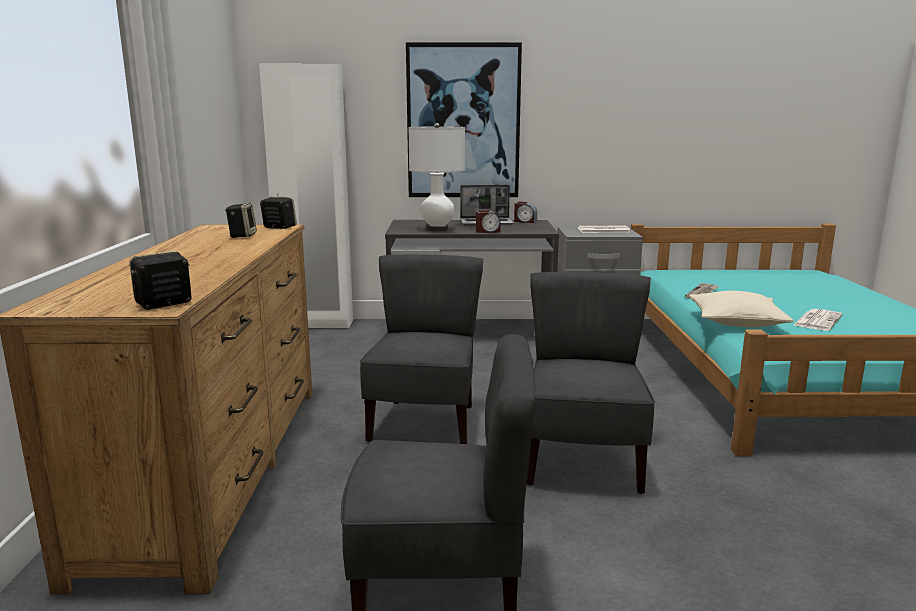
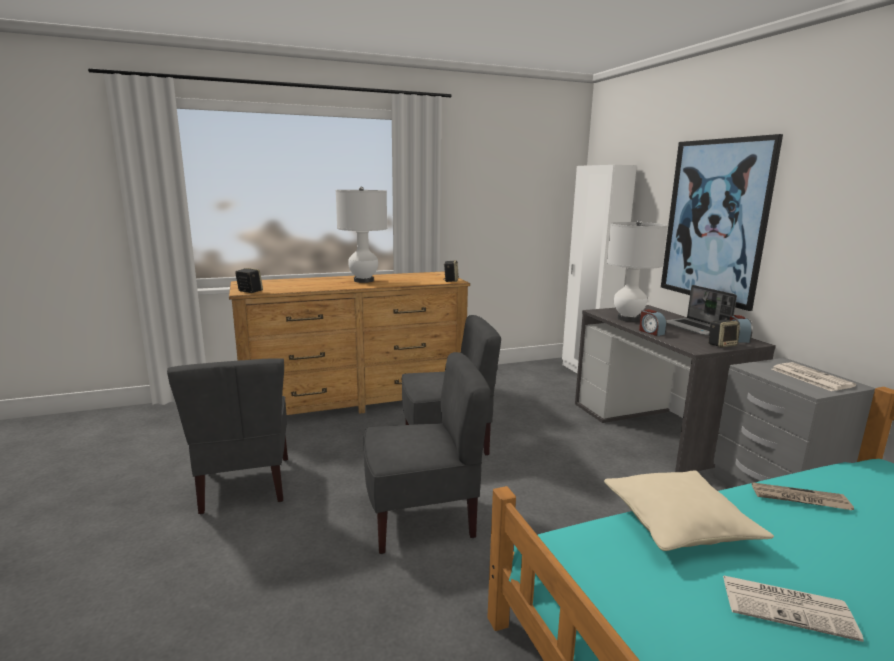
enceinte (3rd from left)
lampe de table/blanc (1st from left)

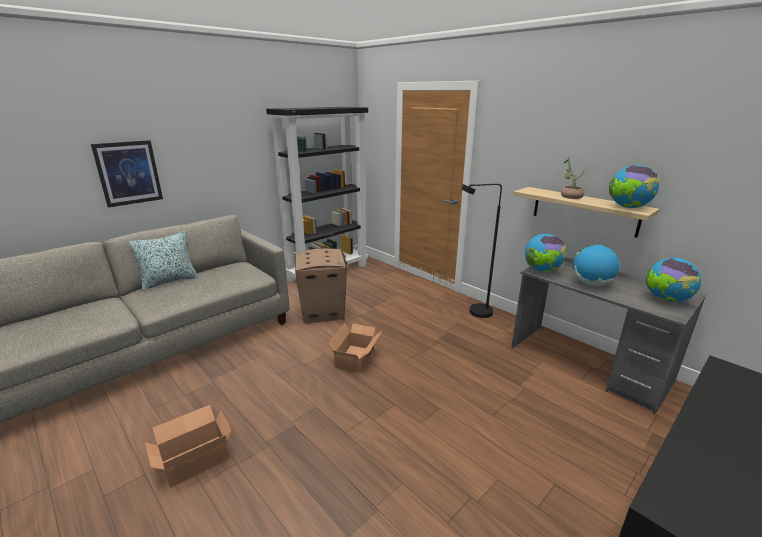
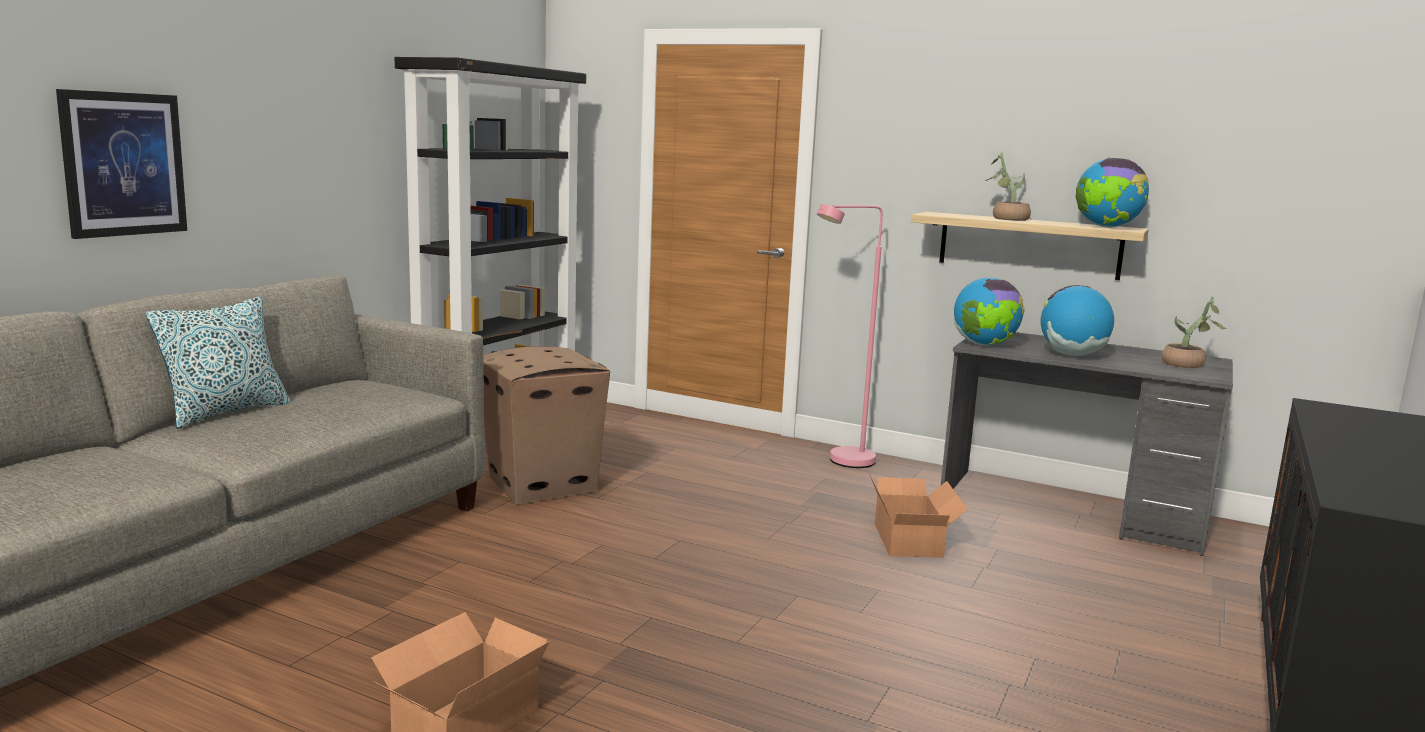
lampadaire/rose
plante en pot (2nd from left)
carton (3rd from left)

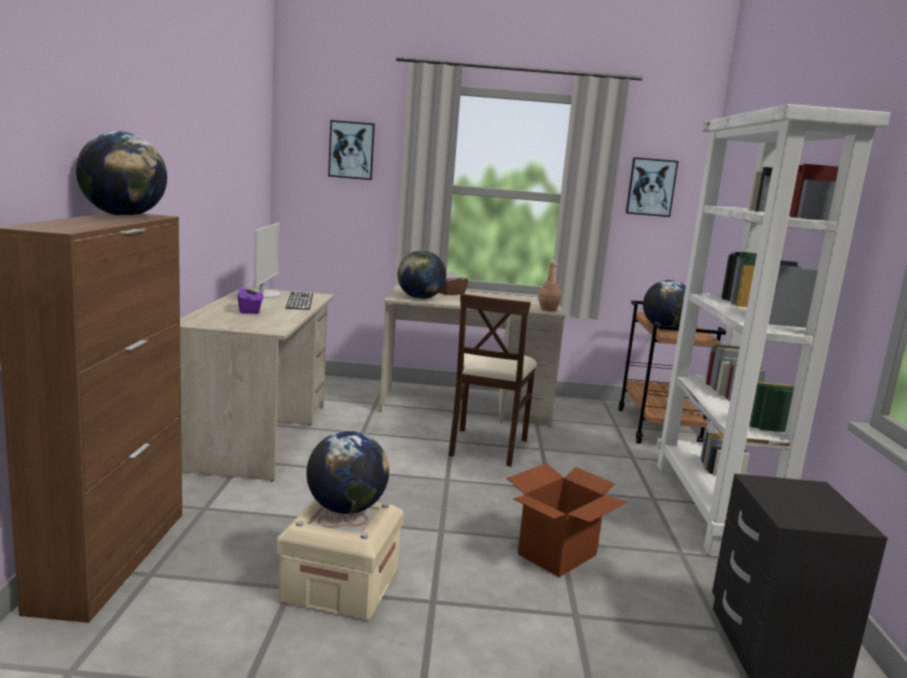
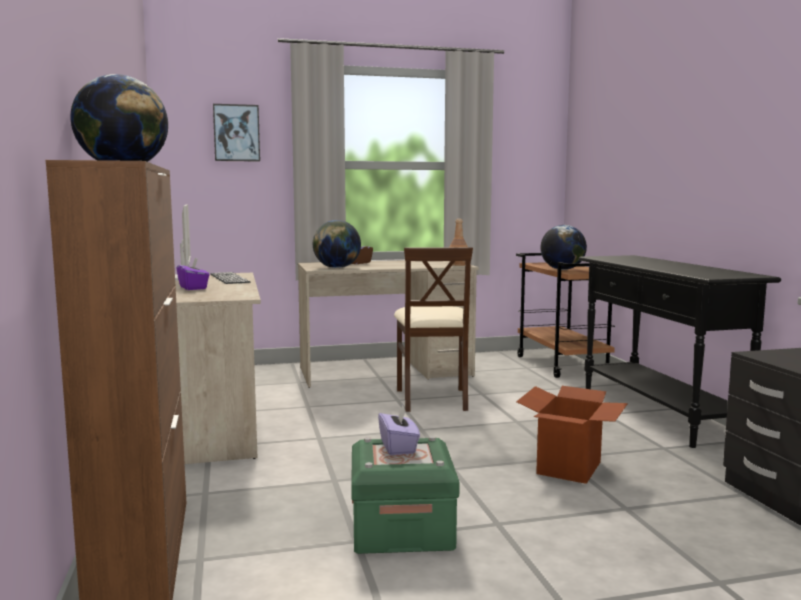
table console/noir
tableau (2nd from left in the first image)
boîte à mouchoirs/violet (2nd from left)
boîte de rangement/vert

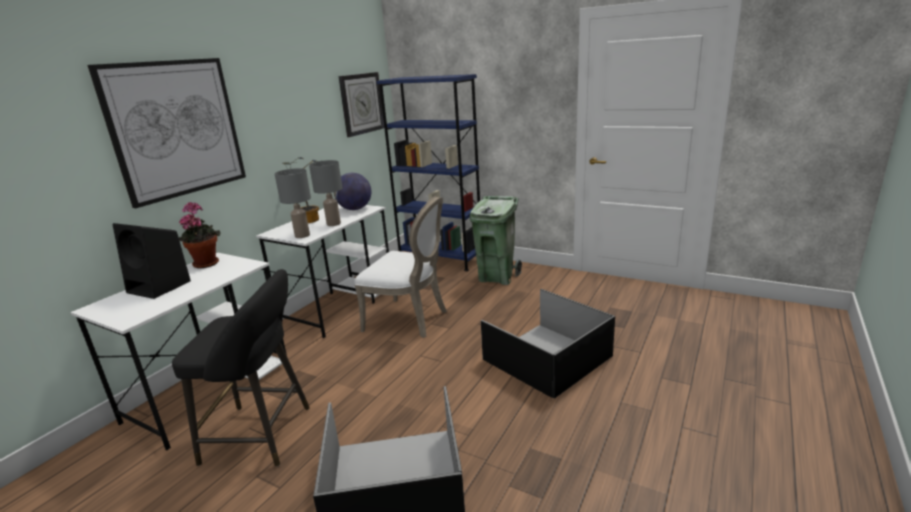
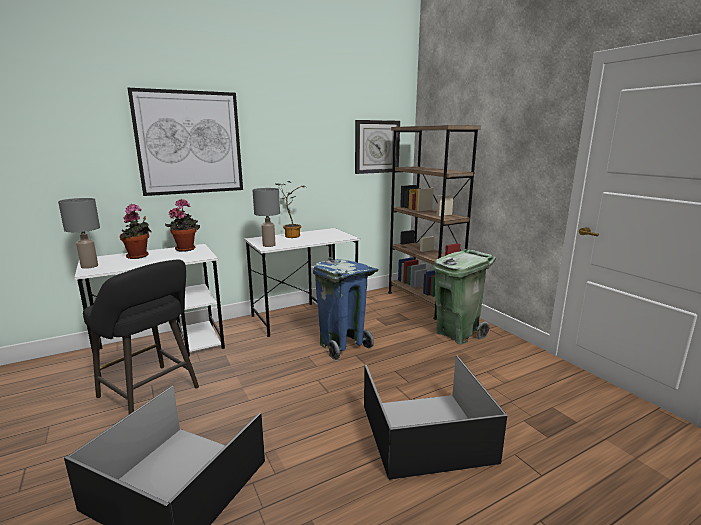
bibliothèque/marron
lampe de table/gris (1st from left)
globe
poubelle/bleu
plante en pot (1st from left)

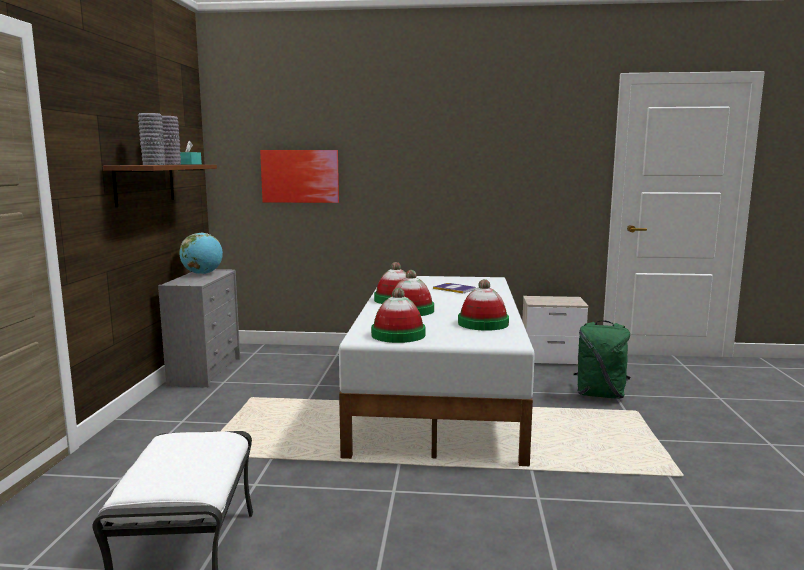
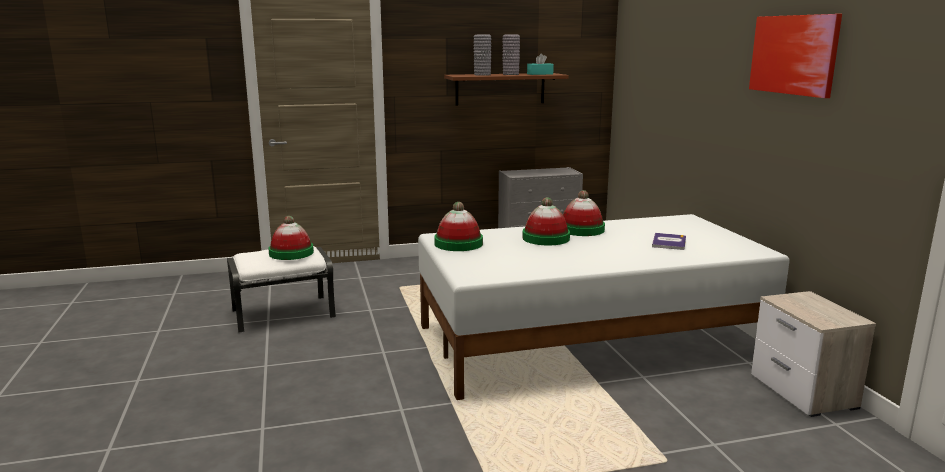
tableau
globe
chapeau (1st from left)
sac à dos/vert

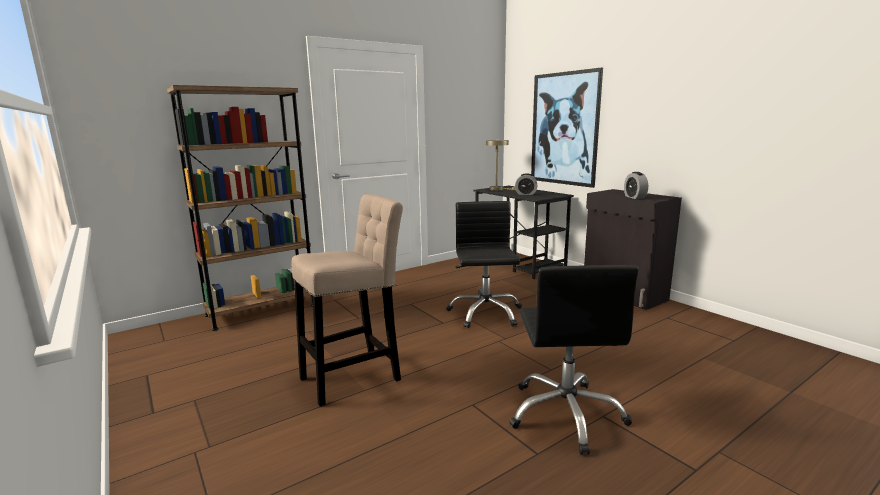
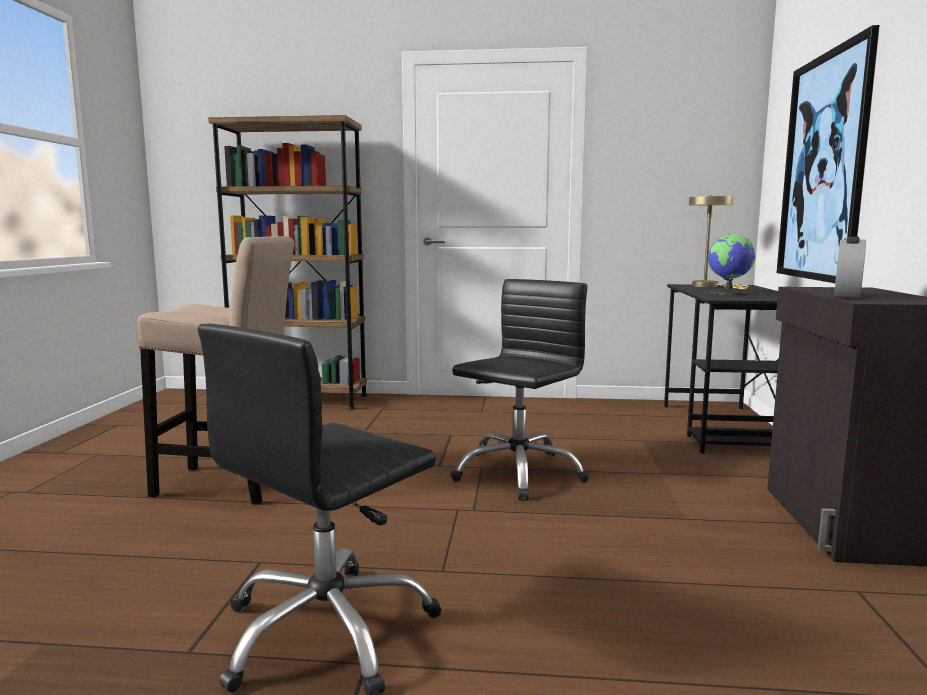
globe

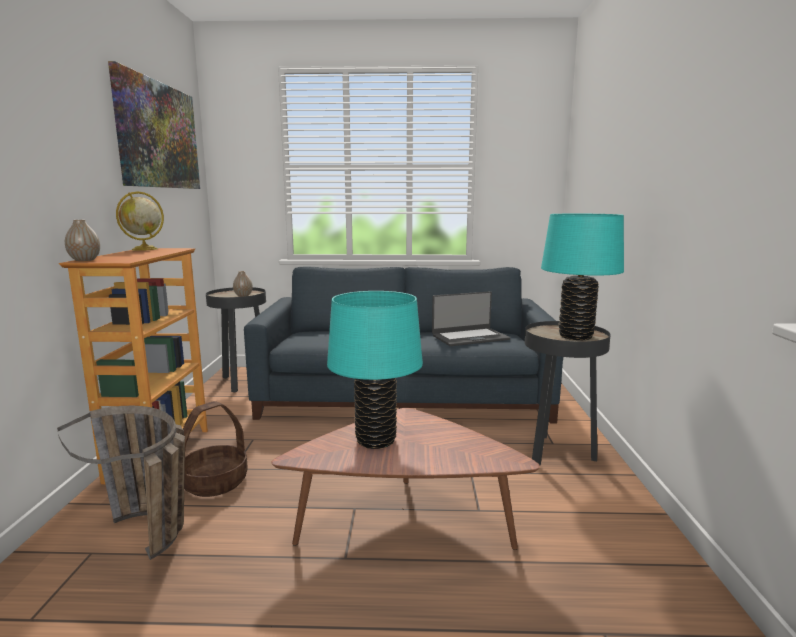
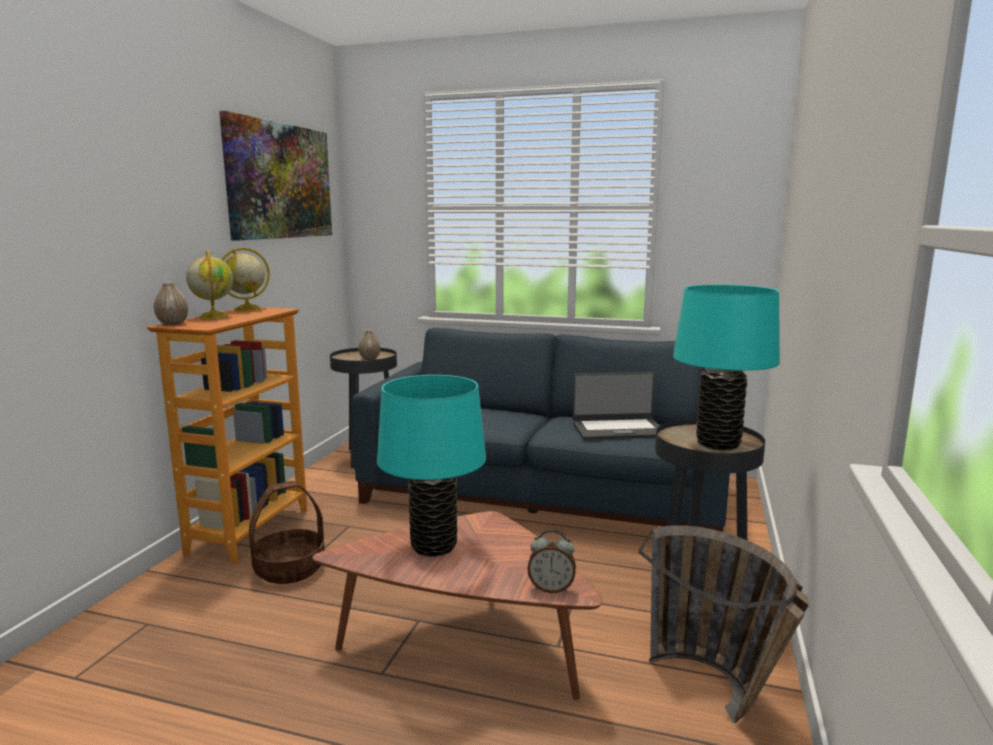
panier (2nd from left)
globe (1st from left)
réveil

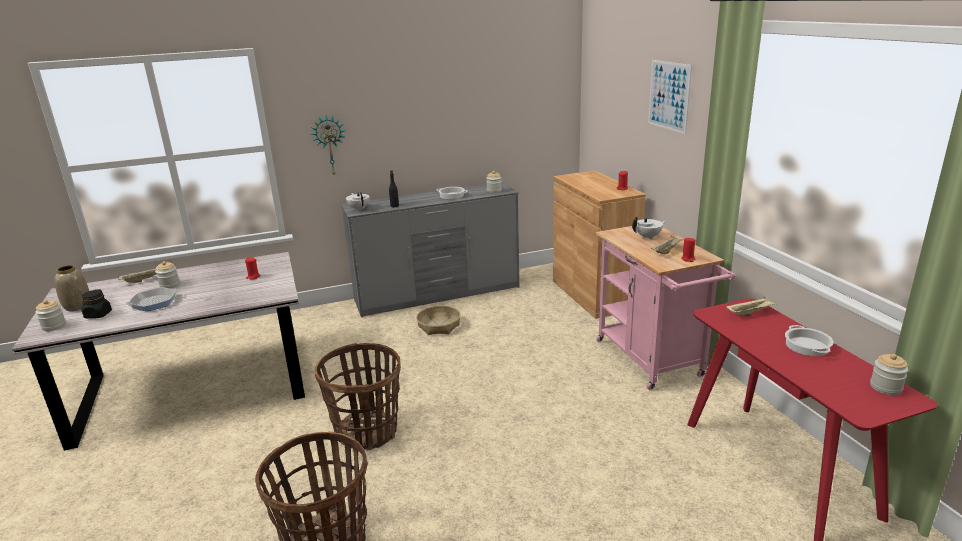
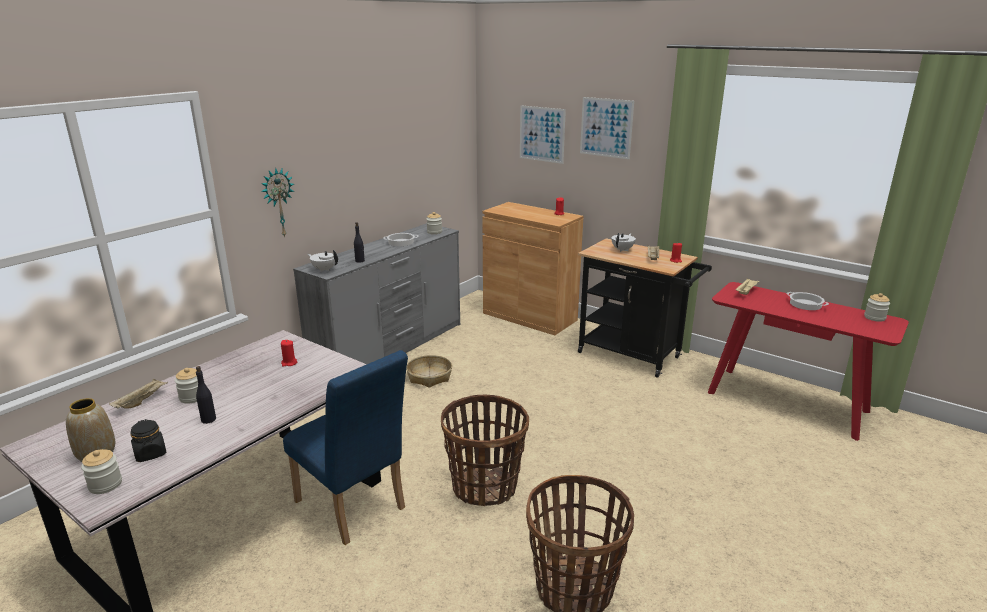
chariot/noir
bouteille/noir (1st from left)
tableau (1st from left)
chaise/bleu

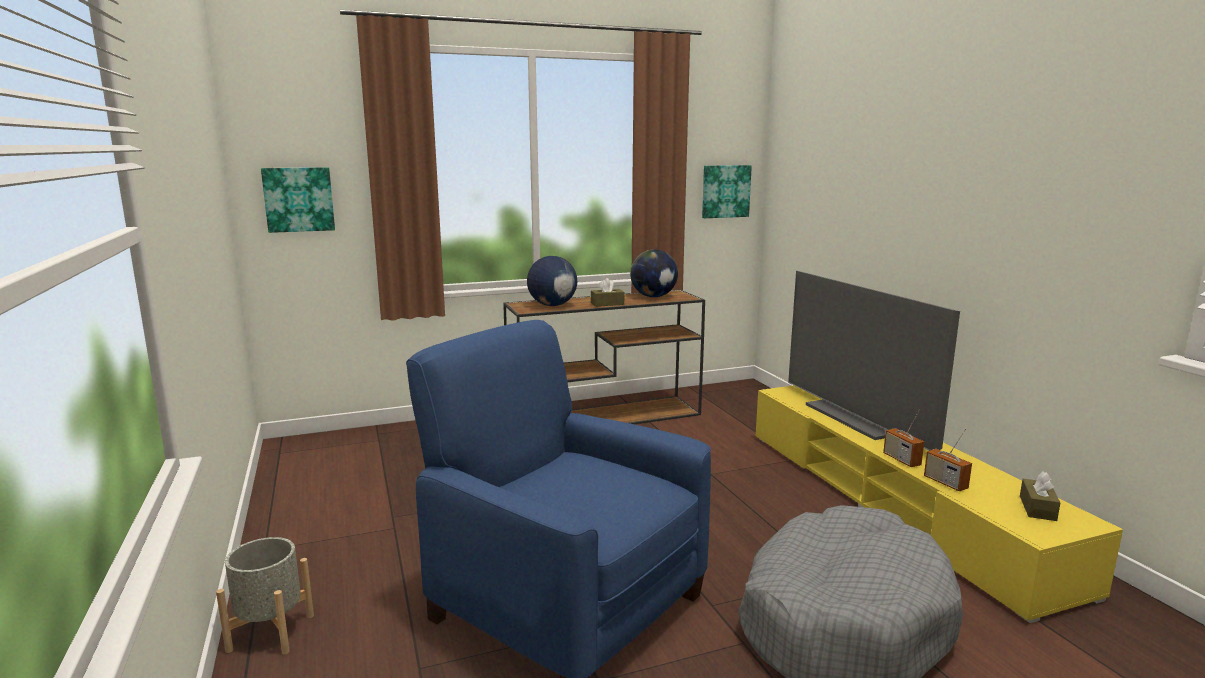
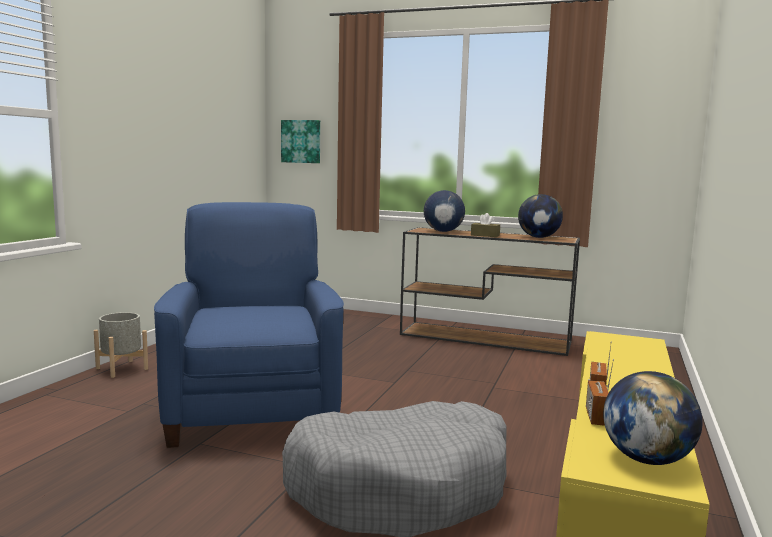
tableau (2nd from left in the first image)
téléviseur
globe (3rd from left)

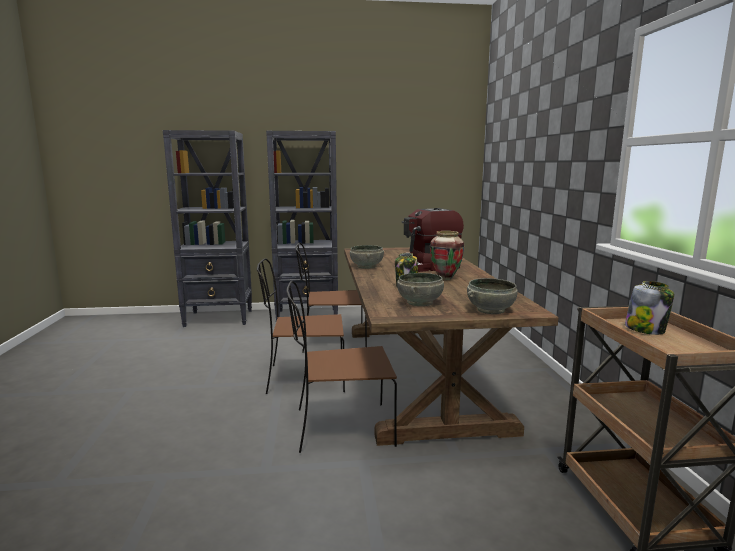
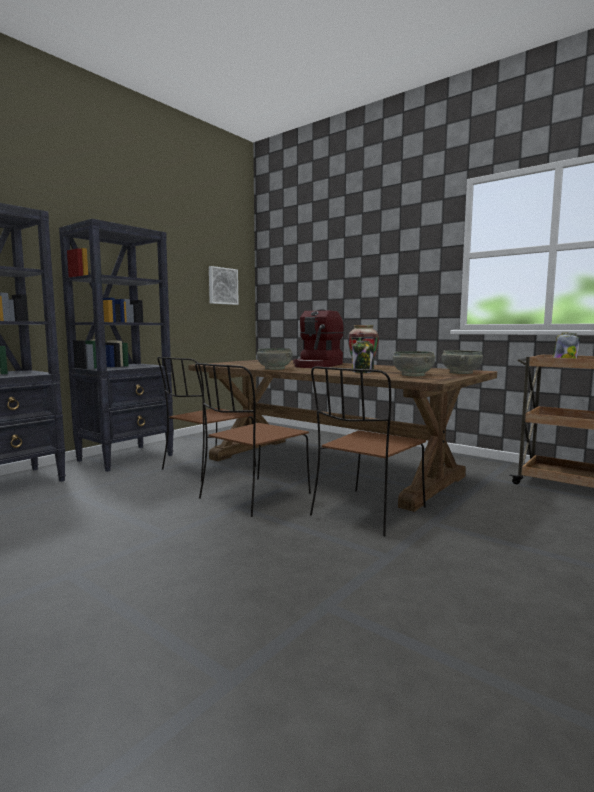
tableau

